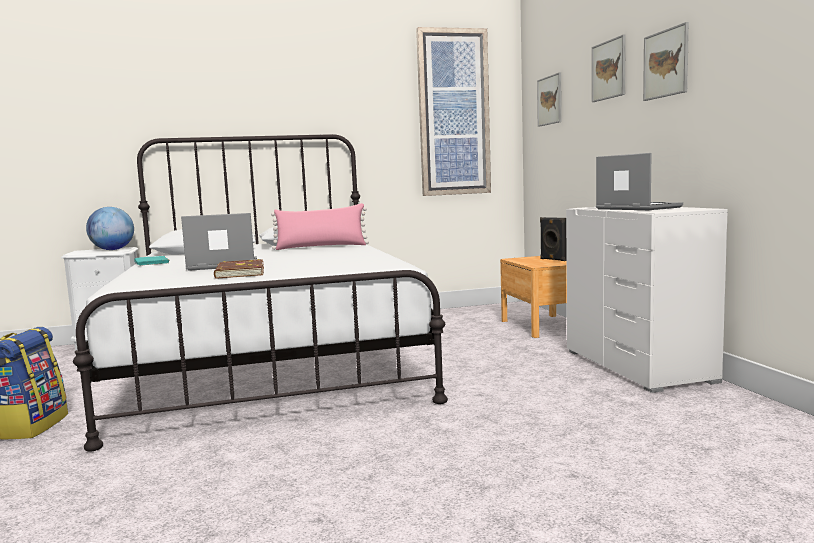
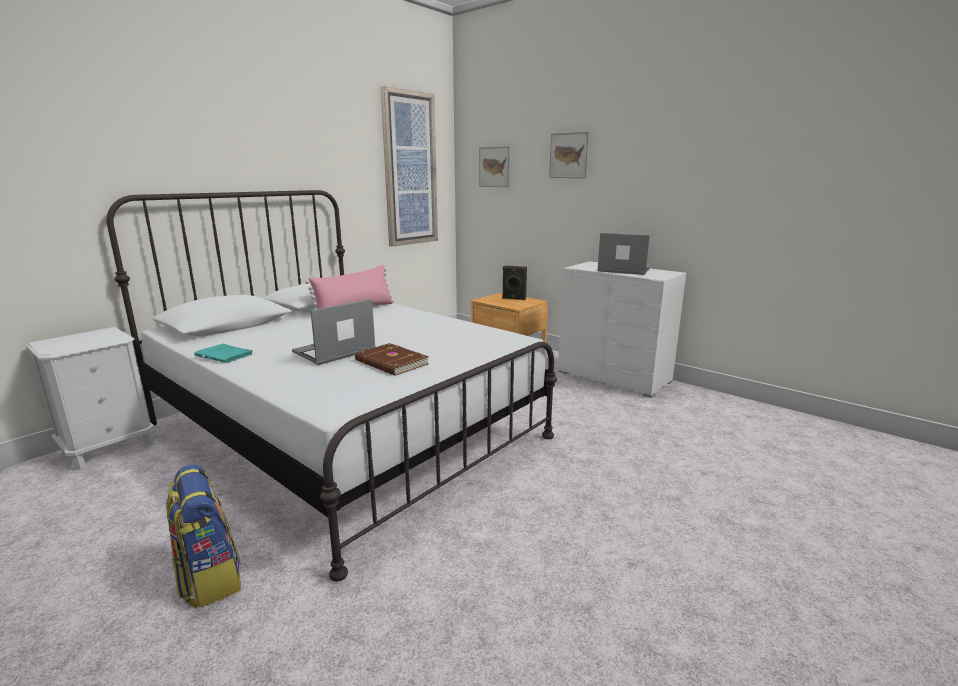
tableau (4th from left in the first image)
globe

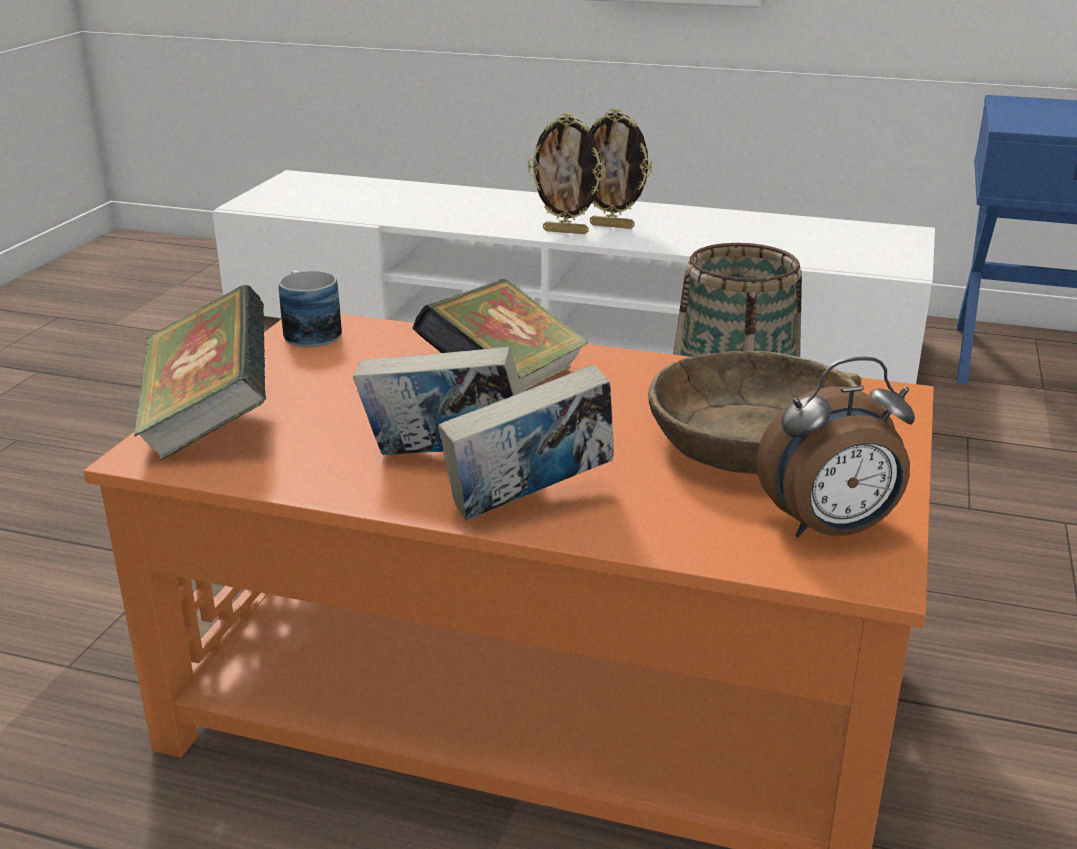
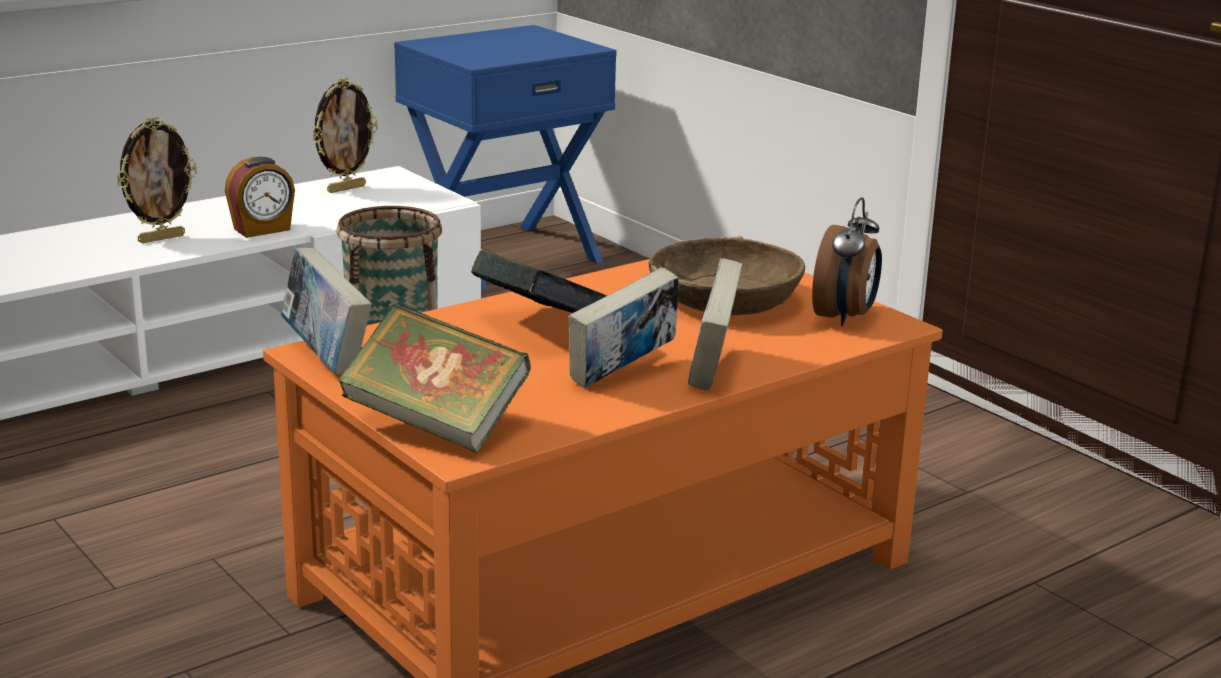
cadre photo (2nd from left)
livre (1st from left)
réveil (1st from left)

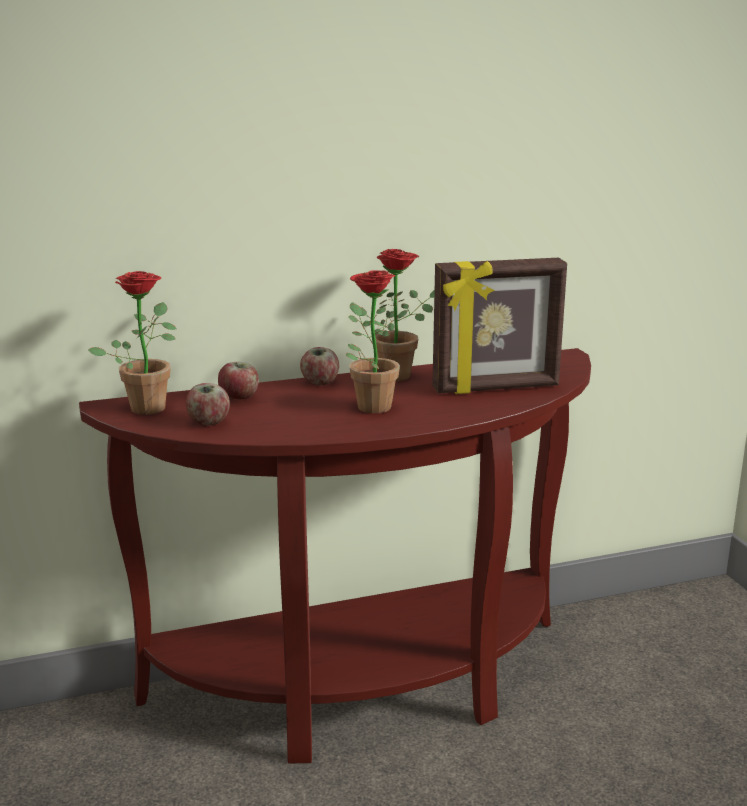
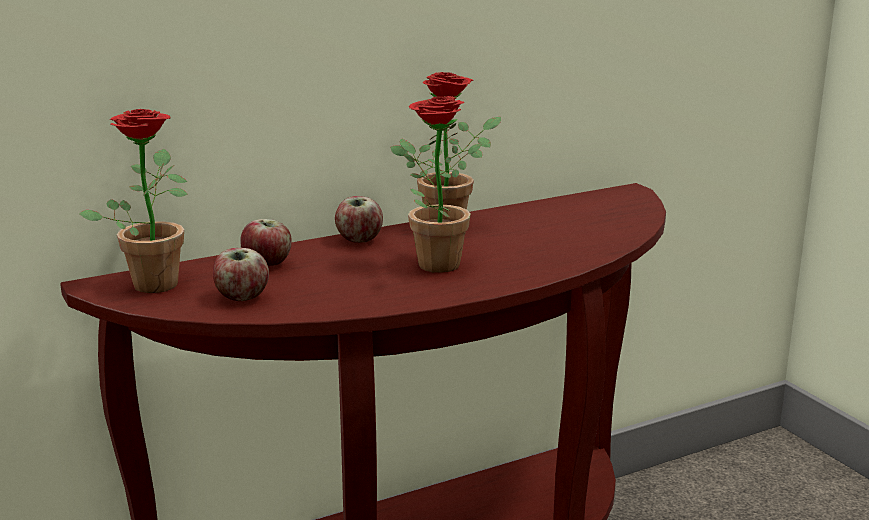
cadre photo

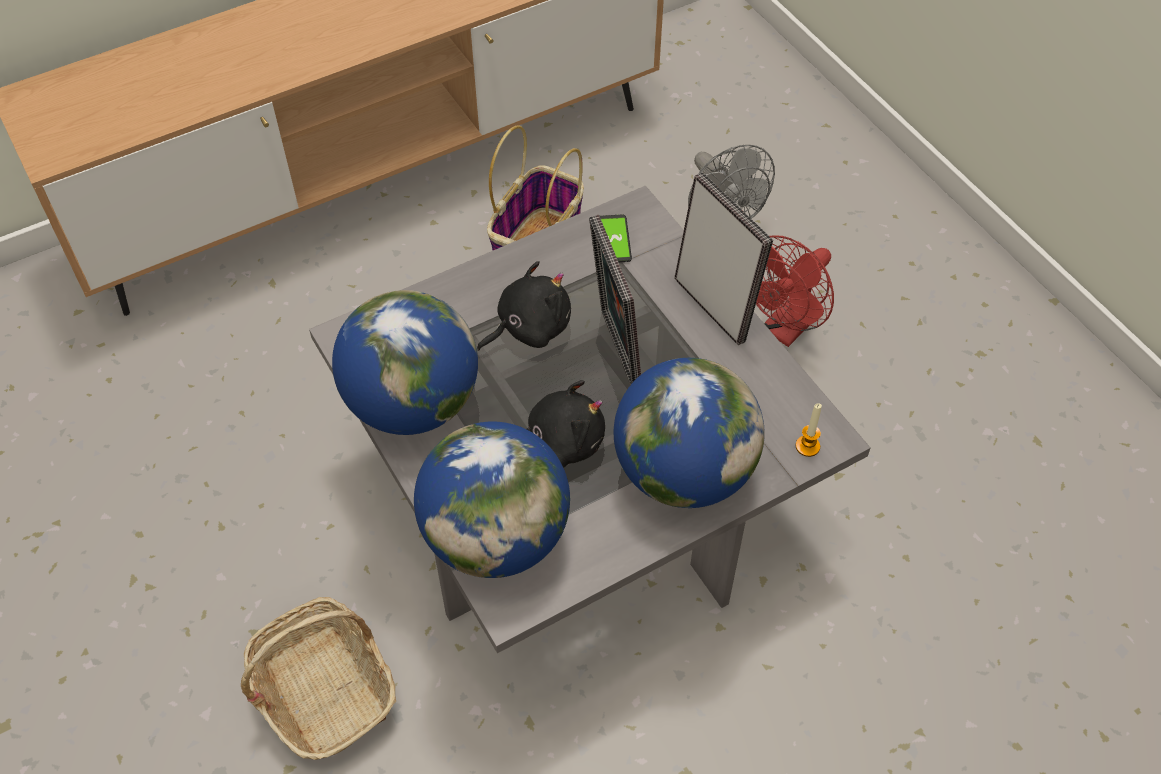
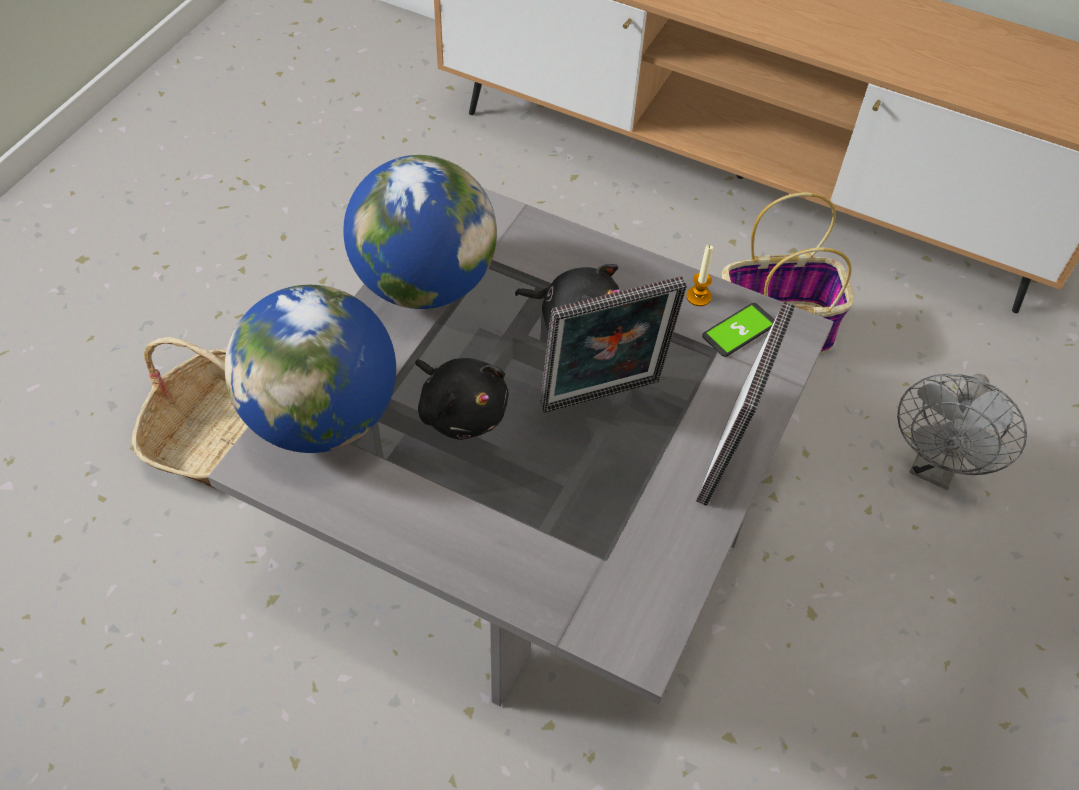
cadre photo (1st from left)
ventilateur/rouge
globe (3rd from left in the first image)
bougie

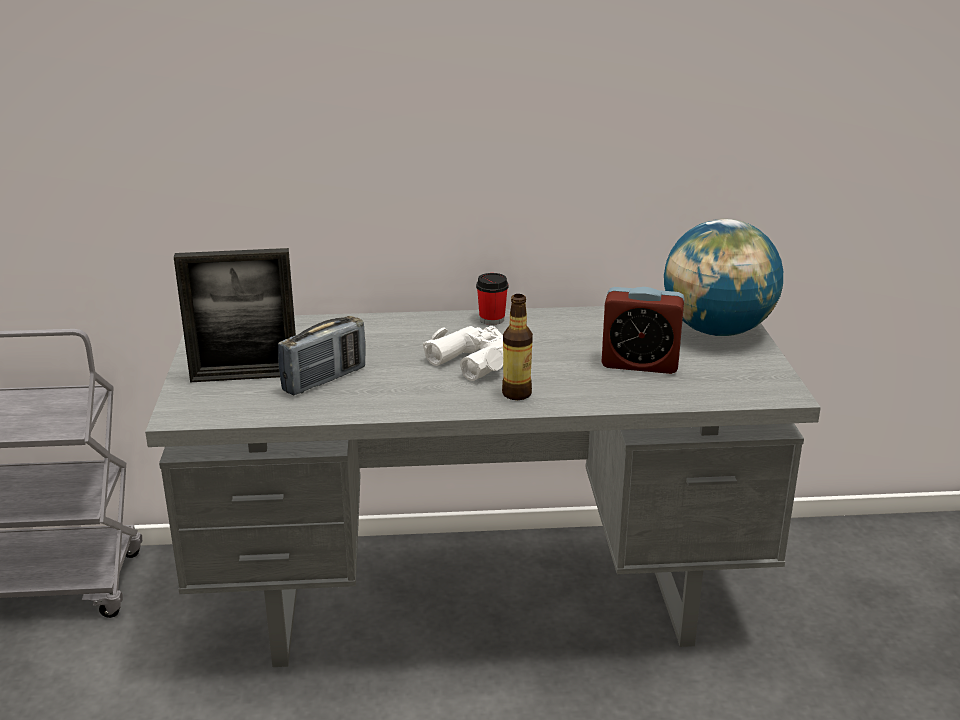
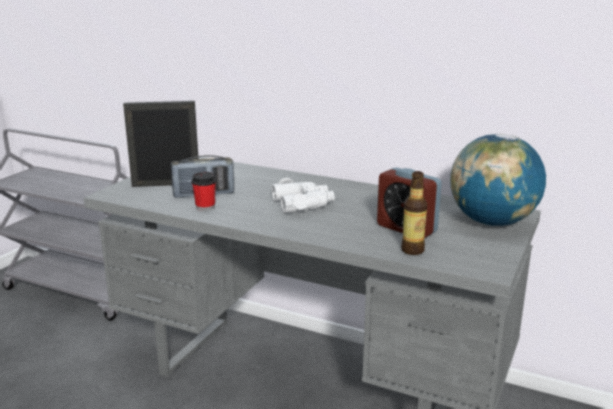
cadre photo
tasse
bouteille

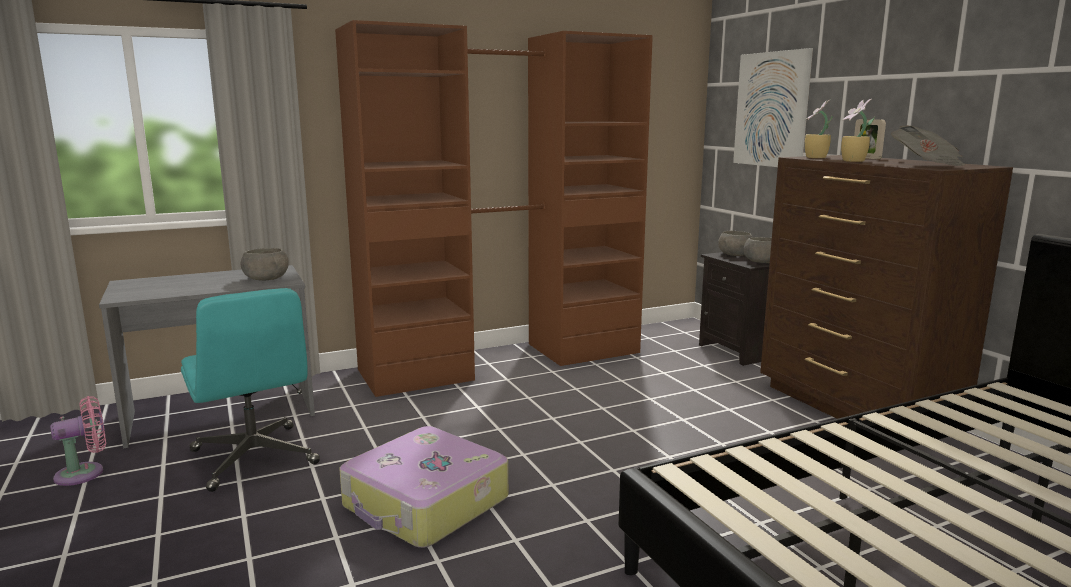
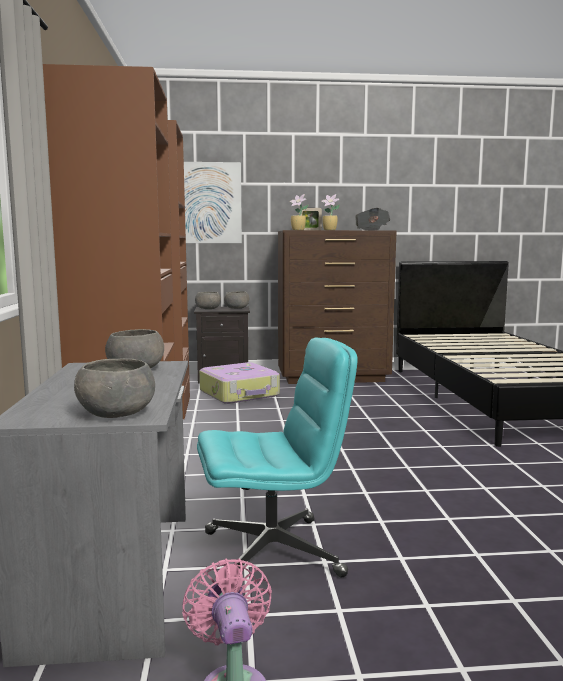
valise
bol/gris (1st from left)

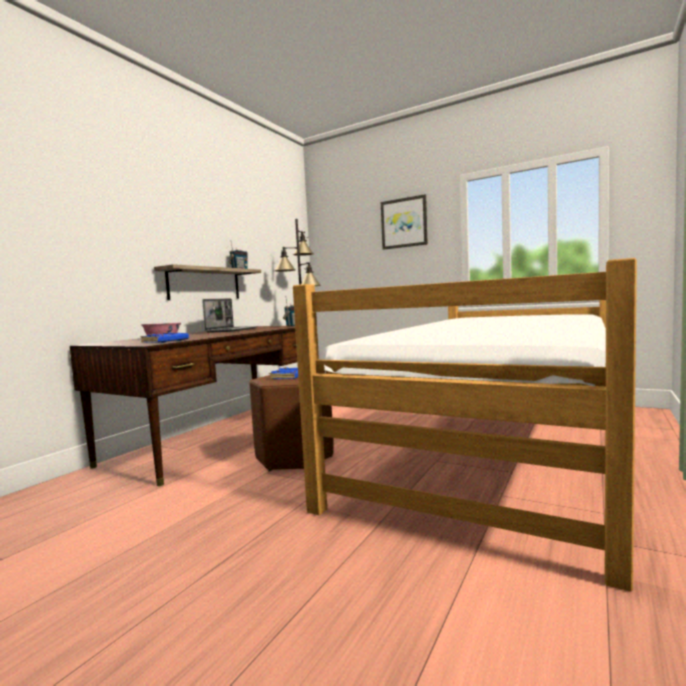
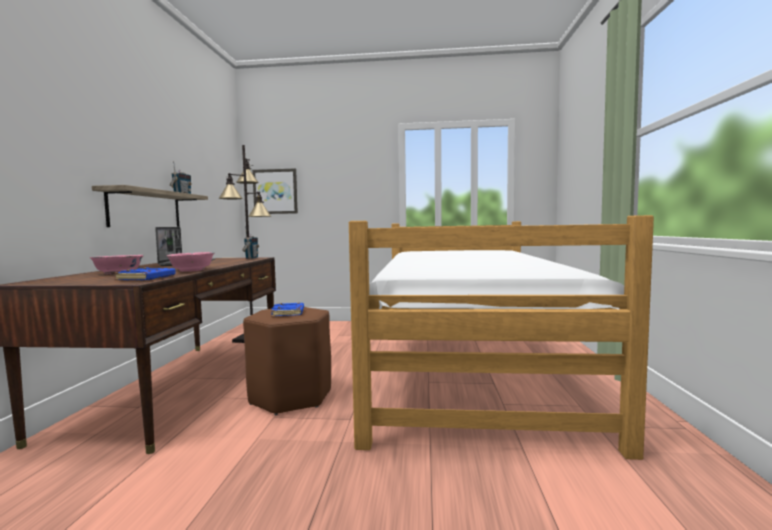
tableau
bol/rose (2nd from left)

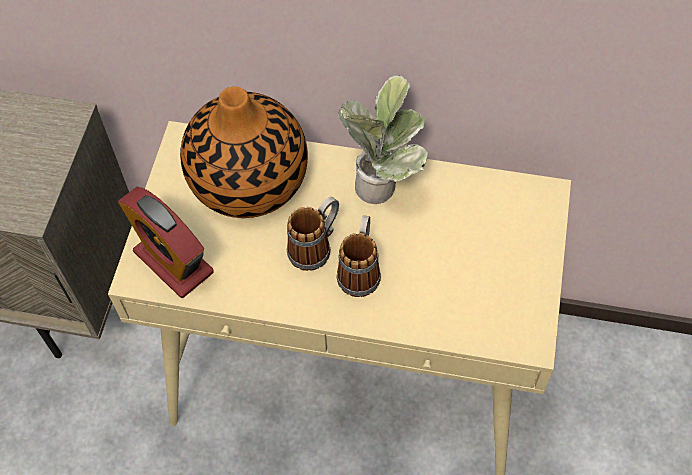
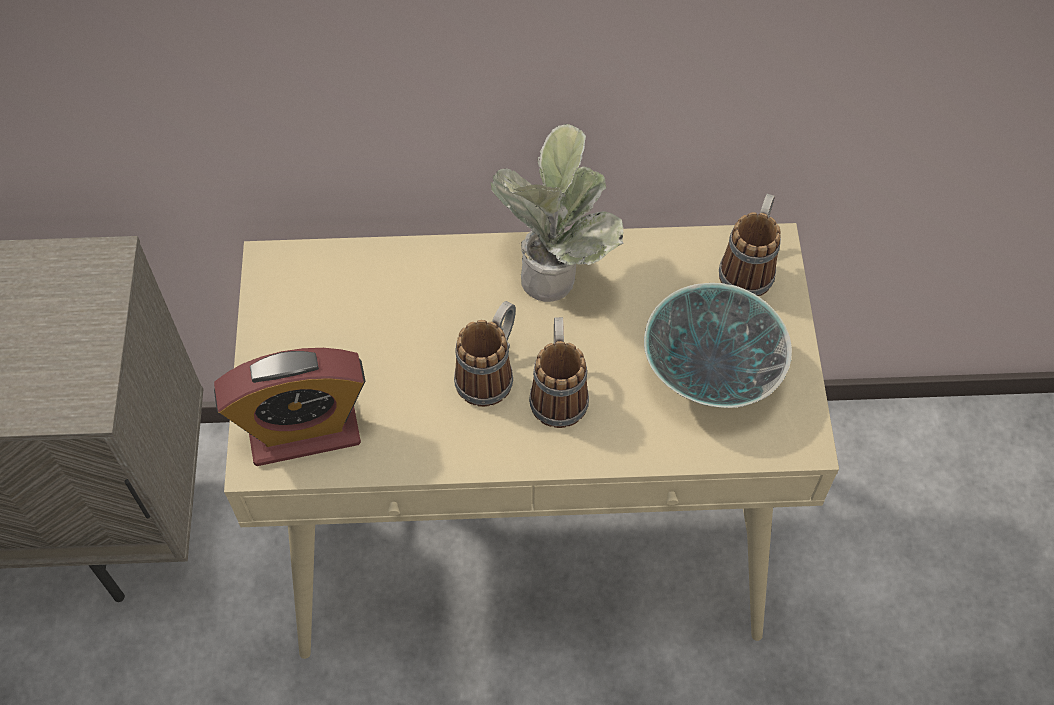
vase
réveil
mug (3rd from left)
bol

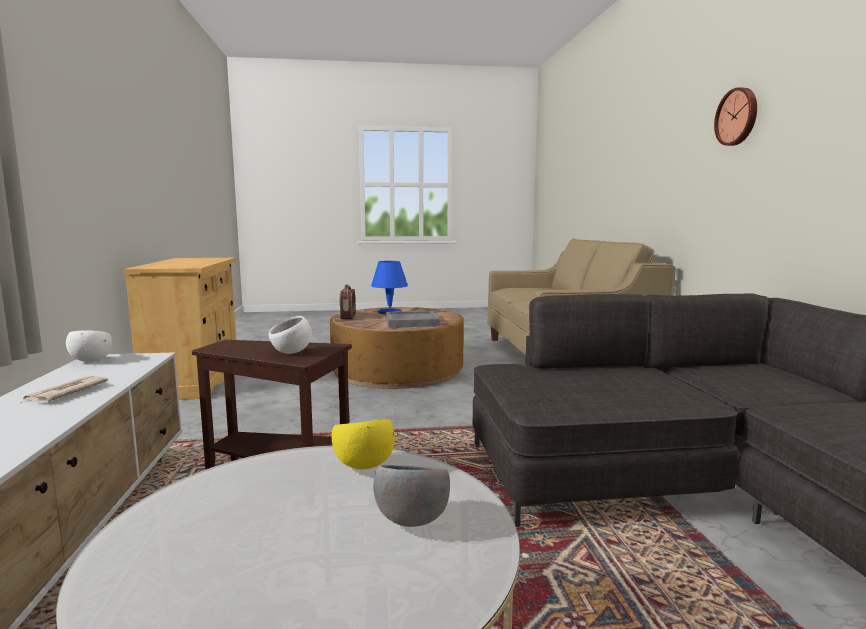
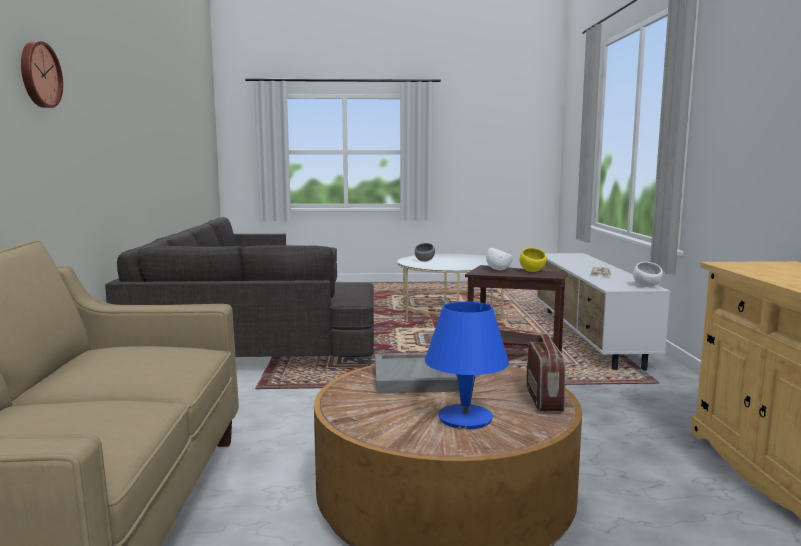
bol/jaune

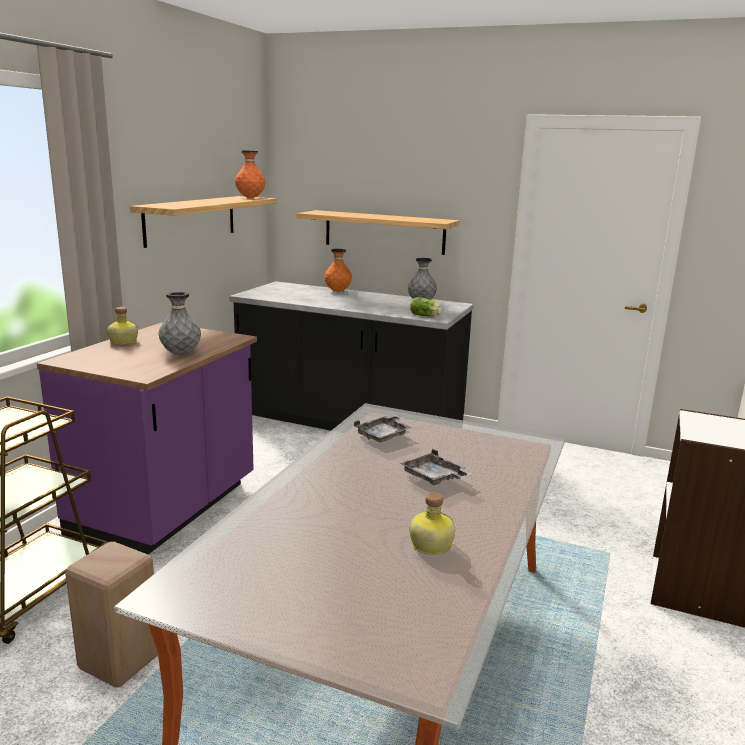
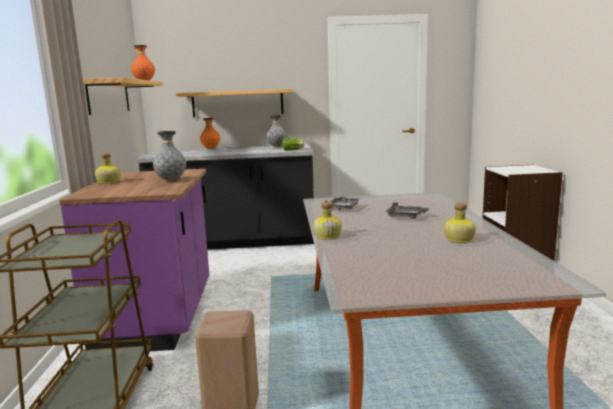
bouteille (2nd from left)

